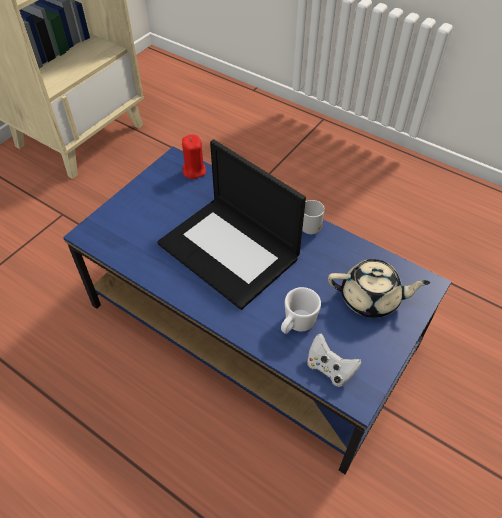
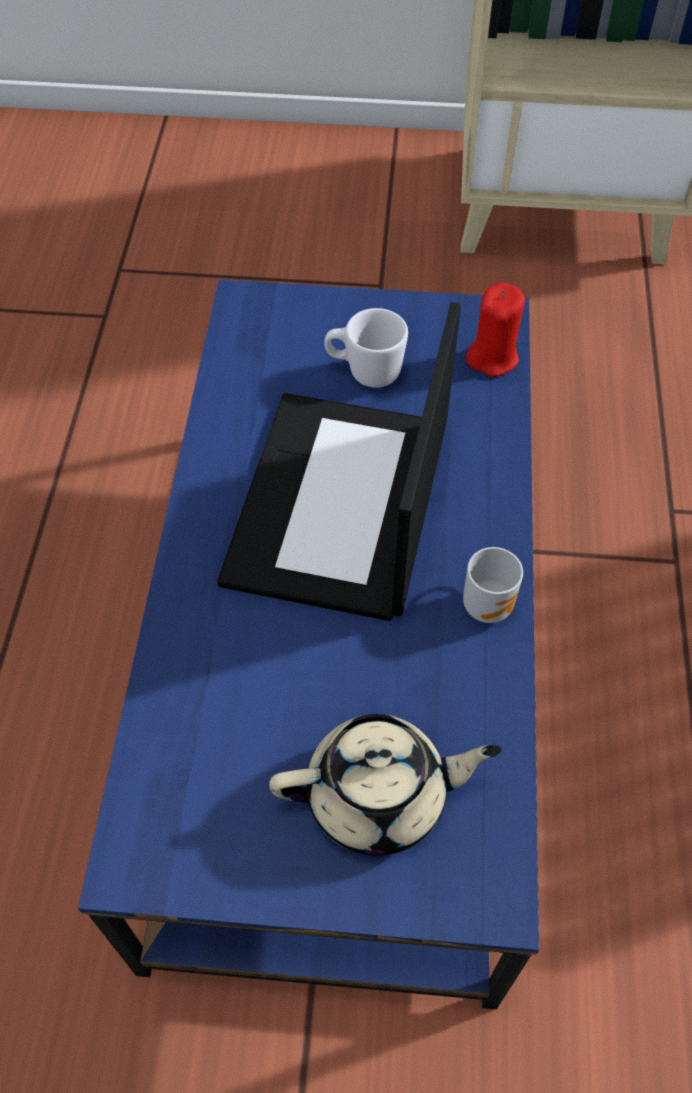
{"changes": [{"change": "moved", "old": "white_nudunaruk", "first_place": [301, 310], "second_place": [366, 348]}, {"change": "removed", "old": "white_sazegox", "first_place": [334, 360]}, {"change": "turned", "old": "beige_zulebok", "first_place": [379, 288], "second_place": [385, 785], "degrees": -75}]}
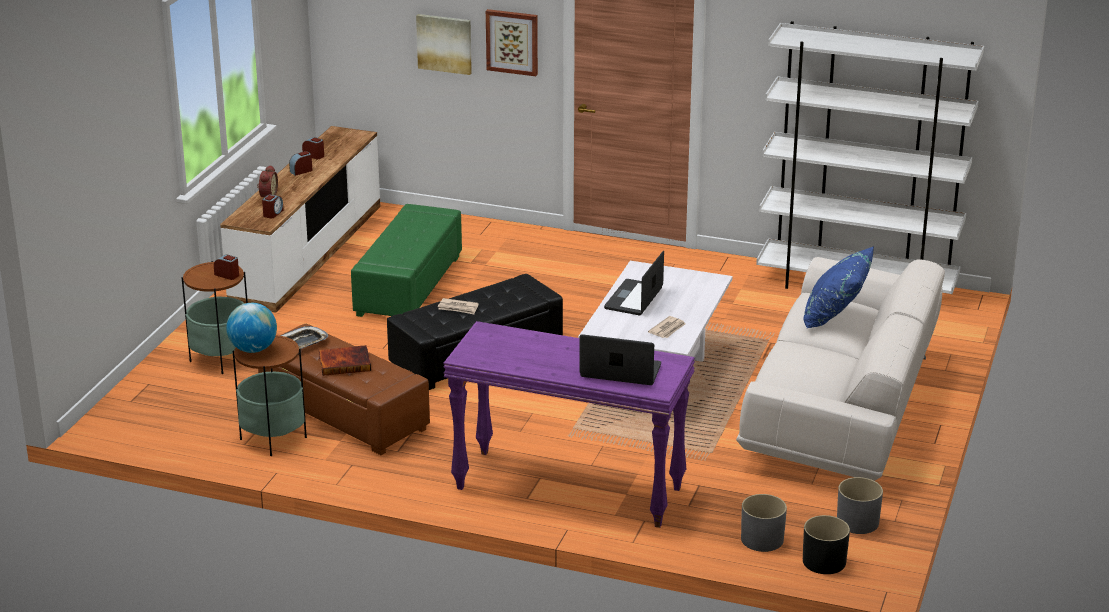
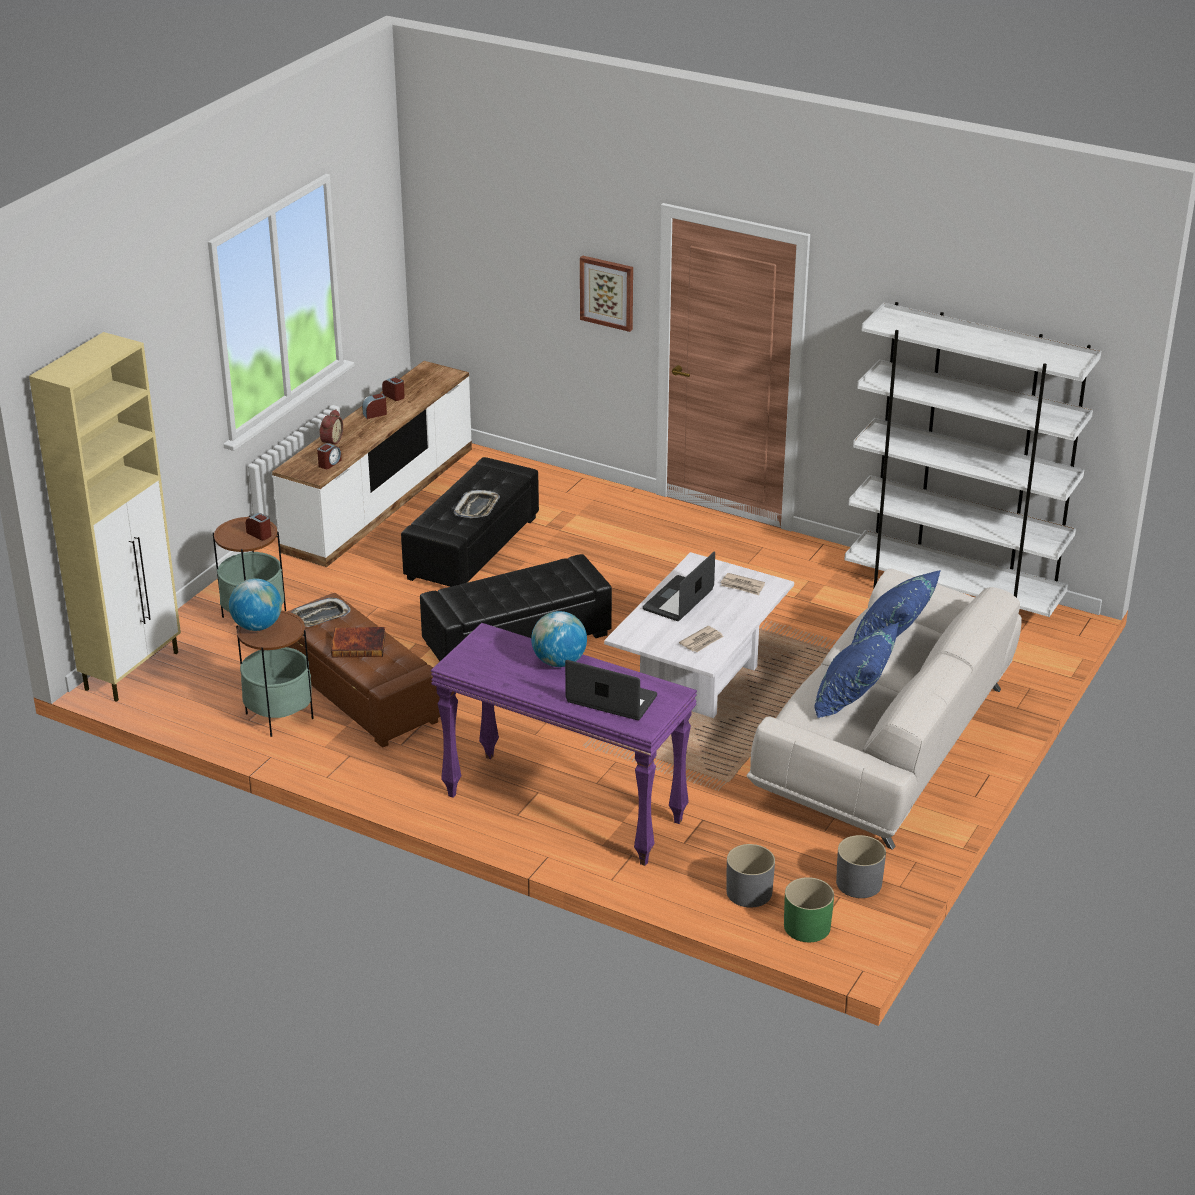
{"changes": [{"change": "recoloured", "old": "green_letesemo", "new": "black_letesemo", "first_place": [406, 260], "second_place": [470, 522]}, {"change": "removed", "old": "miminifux", "first_place": [444, 44]}, {"change": "moved", "old": "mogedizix", "first_place": [458, 306], "second_place": [742, 584]}, {"change": "recoloured", "old": "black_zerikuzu", "new": "green_zerikuzu", "first_place": [826, 544], "second_place": [809, 909]}, {"change": "added", "new": "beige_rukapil", "second_place": [105, 517]}, {"change": "added", "new": "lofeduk", "second_place": [477, 504]}, {"change": "added", "new": "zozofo", "second_place": [559, 639]}, {"change": "added", "new": "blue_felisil", "second_place": [856, 670]}]}
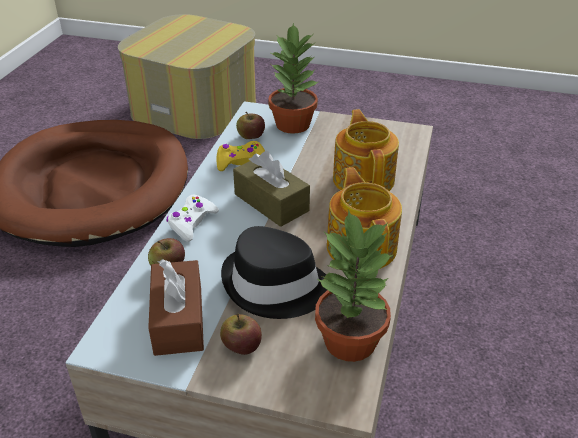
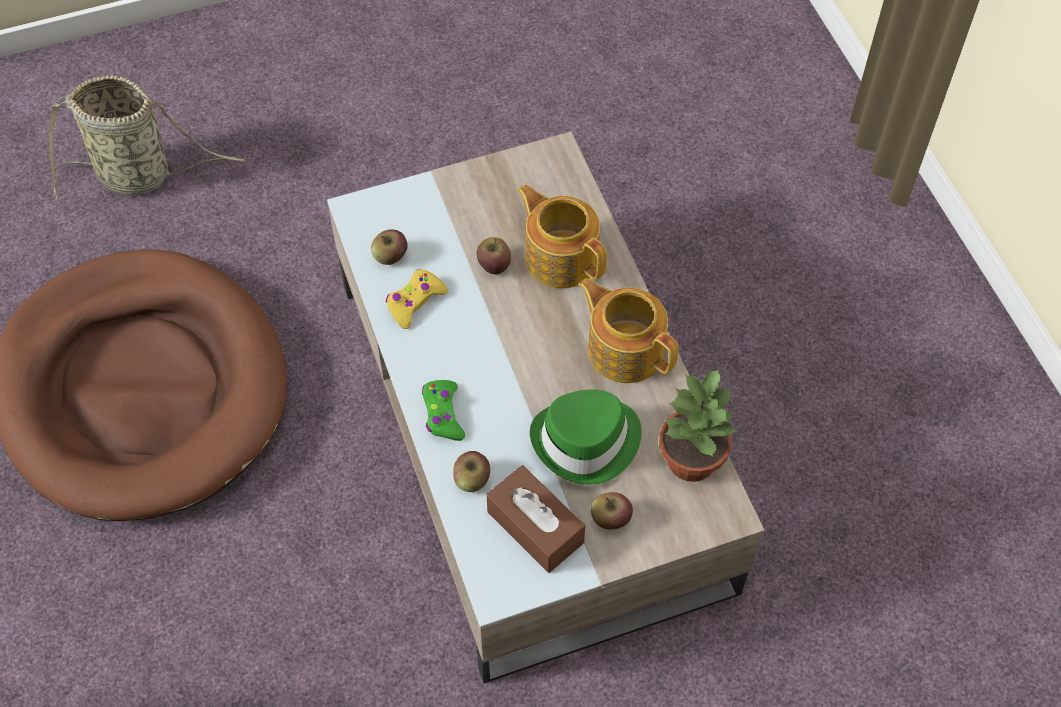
{"changes": [{"change": "replaced", "old": "letesemo", "new": "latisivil", "first_place": [187, 76], "second_place": [147, 137]}, {"change": "recoloured", "old": "white_sazegox", "new": "green_sazegox", "first_place": [192, 218], "second_place": [443, 410]}, {"change": "recoloured", "old": "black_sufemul", "new": "green_sufemul", "first_place": [274, 272], "second_place": [586, 437]}, {"change": "removed", "old": "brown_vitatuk", "first_place": [271, 189]}, {"change": "removed", "old": "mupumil", "first_place": [294, 78]}, {"change": "added", "new": "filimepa", "second_place": [494, 255]}]}
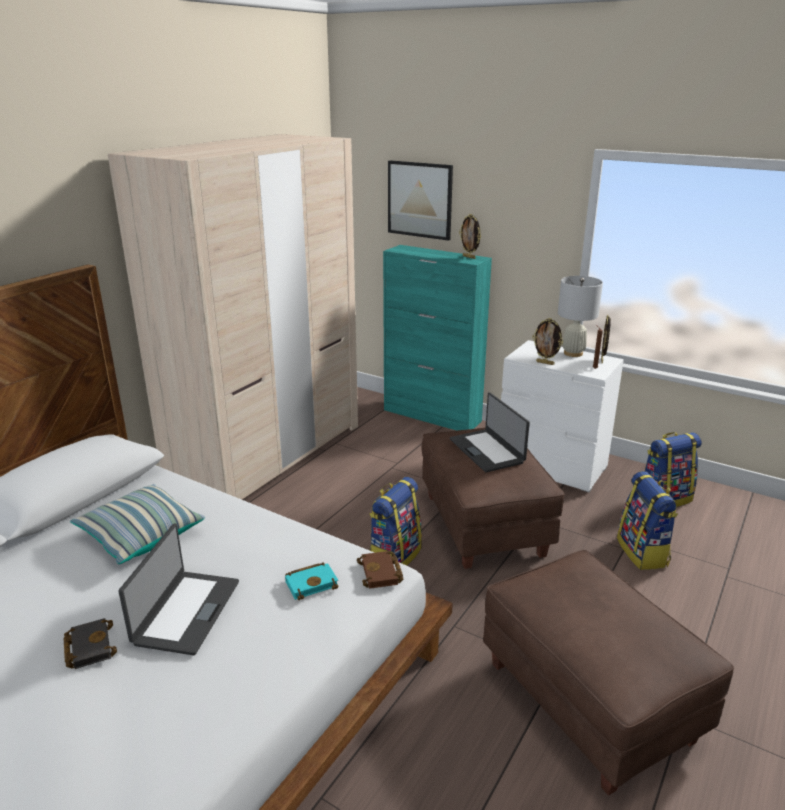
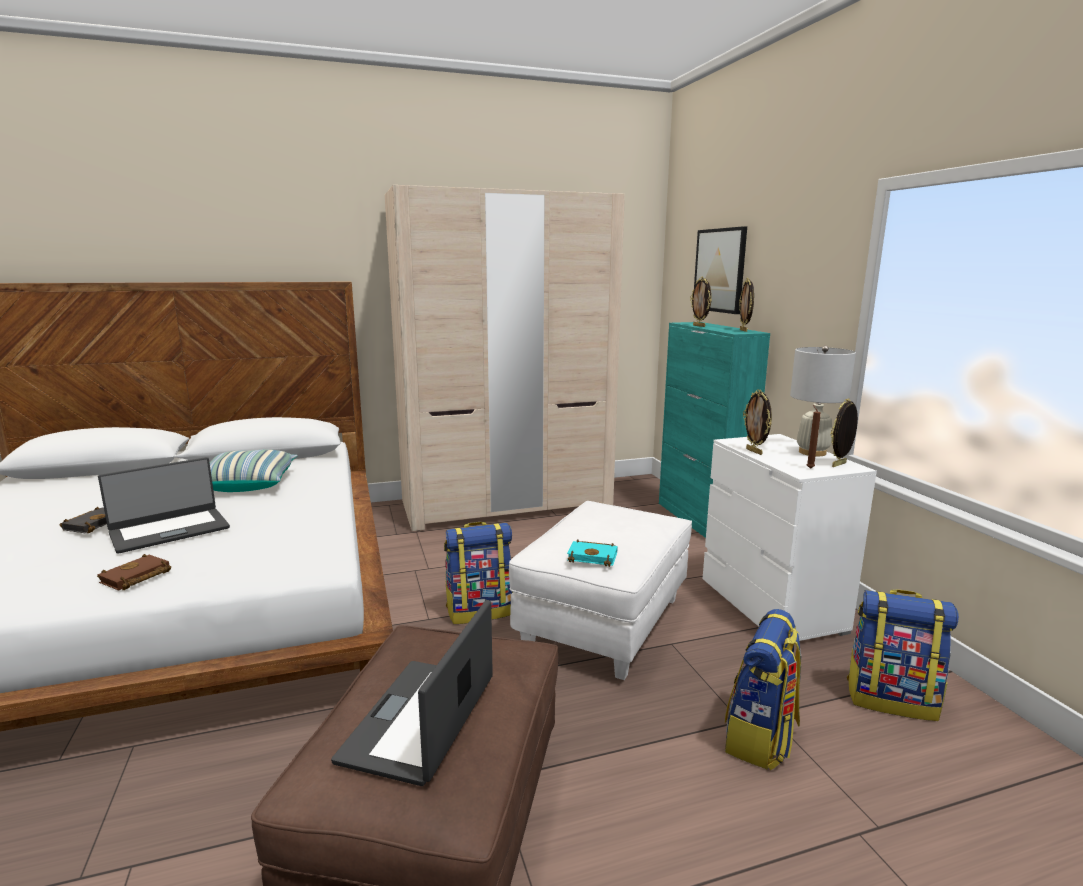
{"changes": [{"change": "moved", "old": "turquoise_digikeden", "first_place": [311, 581], "second_place": [592, 553]}, {"change": "moved", "old": "brown_digikeden", "first_place": [380, 570], "second_place": [134, 572]}, {"change": "recoloured", "old": "brown_letesemo", "new": "white_letesemo", "first_place": [493, 498], "second_place": [600, 590]}, {"change": "moved", "old": "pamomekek", "first_place": [490, 432], "second_place": [412, 693]}, {"change": "added", "new": "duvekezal", "second_place": [701, 302]}]}
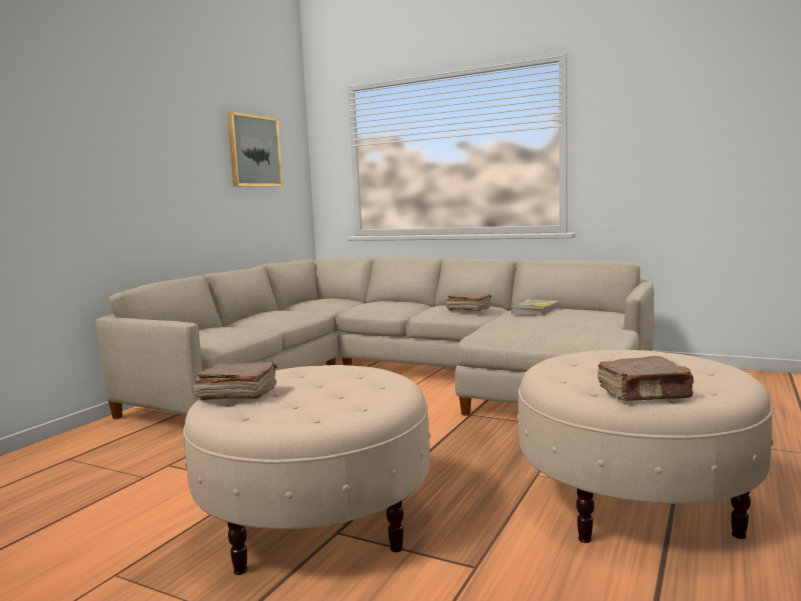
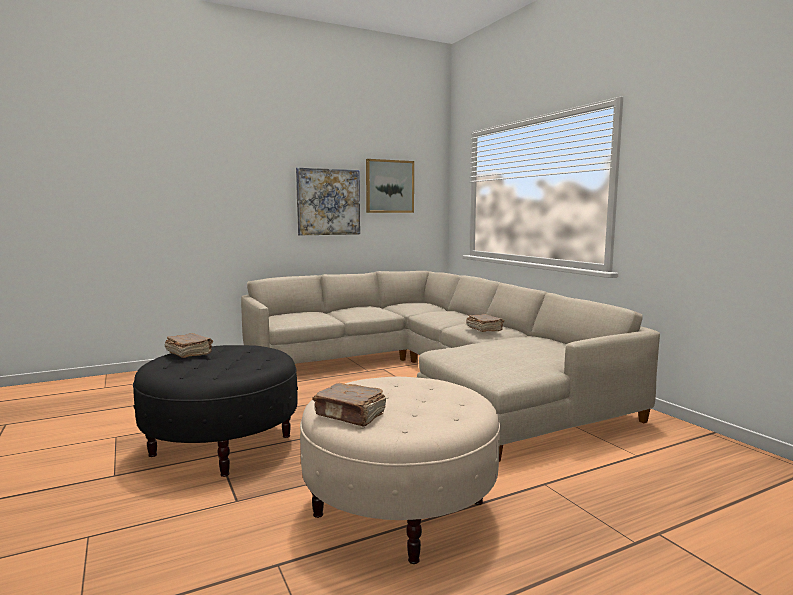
{"changes": [{"change": "recoloured", "old": "beige_letesemo", "new": "black_letesemo", "first_place": [307, 470], "second_place": [215, 411]}, {"change": "removed", "old": "digikeden", "first_place": [535, 307]}, {"change": "added", "new": "miminifux", "second_place": [328, 201]}]}
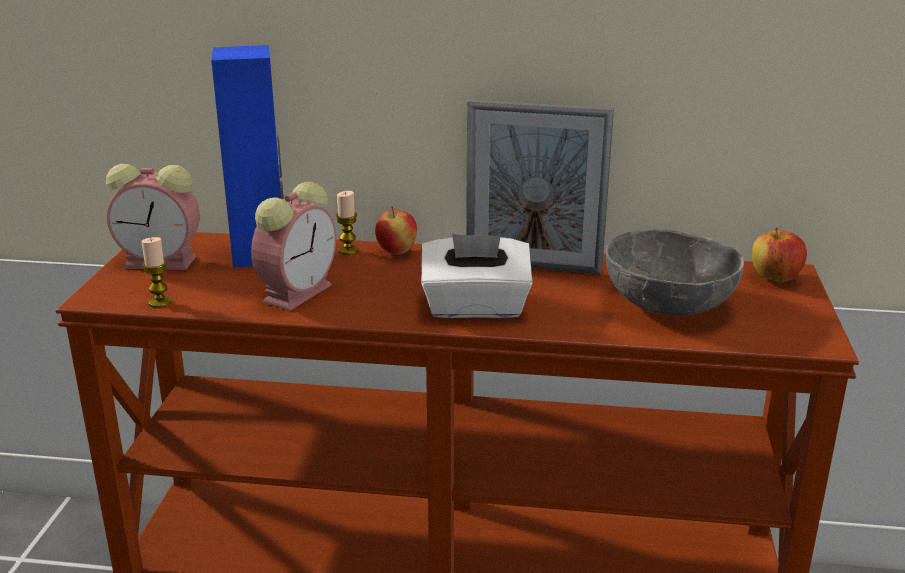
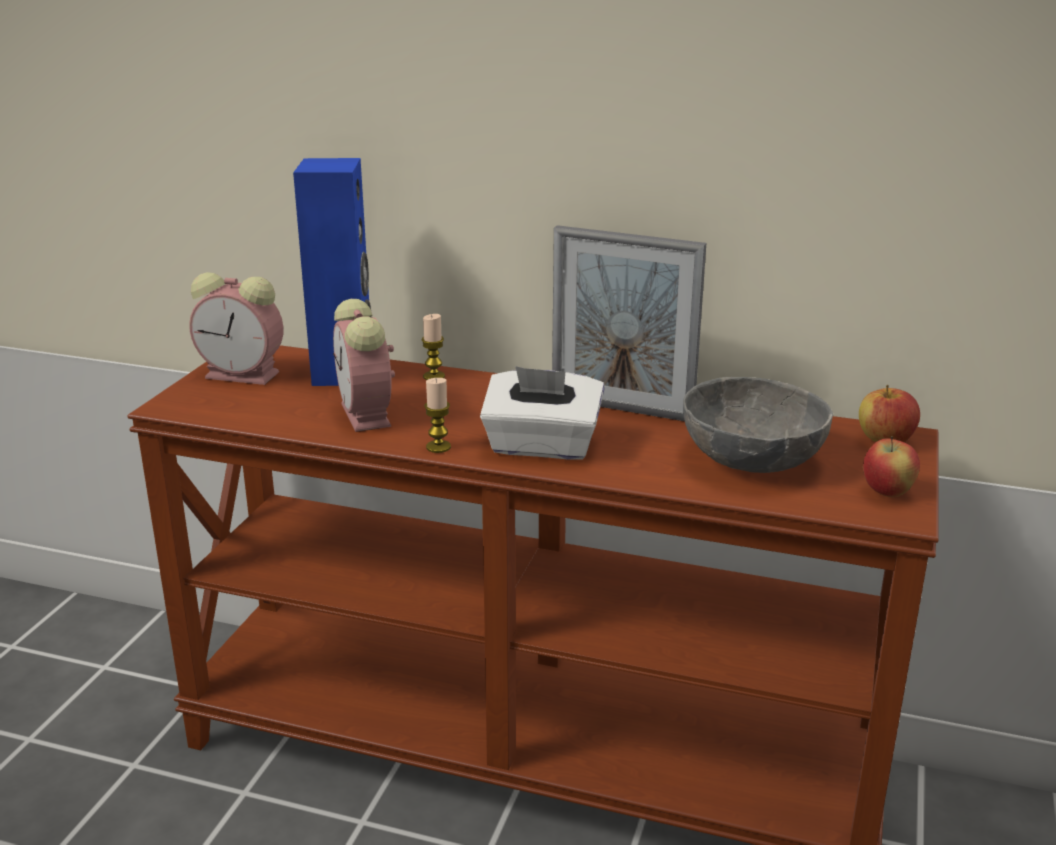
{"changes": [{"change": "moved", "old": "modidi", "first_place": [156, 272], "second_place": [437, 415]}, {"change": "turned", "old": "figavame", "first_place": [293, 246], "second_place": [364, 365], "degrees": 120}, {"change": "moved", "old": "filimepa", "first_place": [396, 230], "second_place": [891, 466]}]}
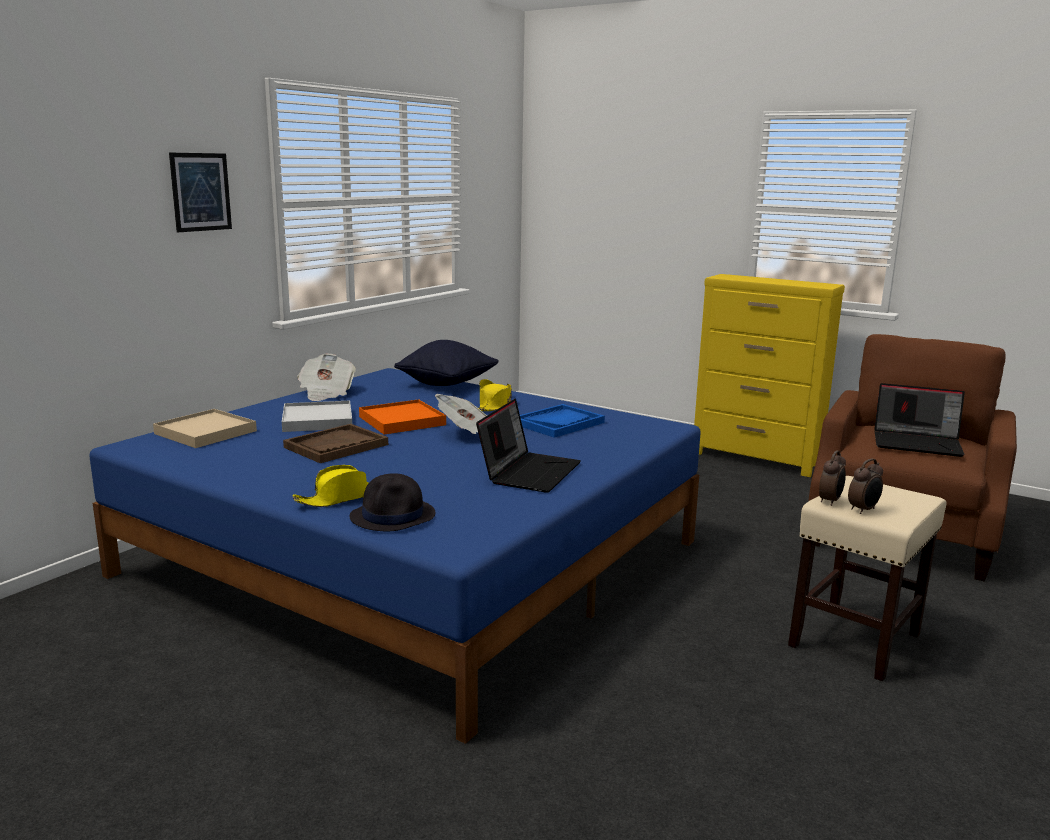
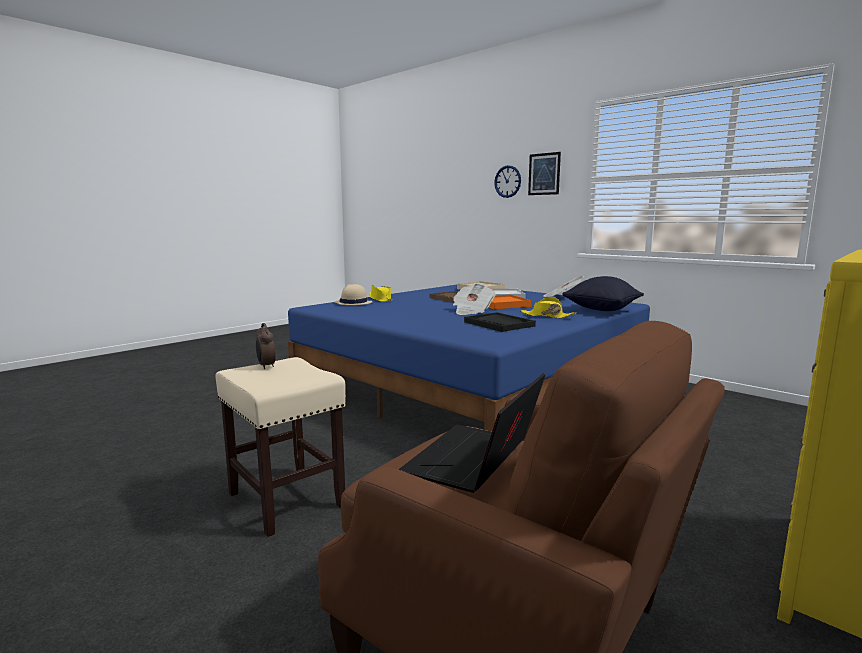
{"changes": [{"change": "recoloured", "old": "black_sufemul", "new": "beige_sufemul", "first_place": [392, 502], "second_place": [354, 294]}, {"change": "removed", "old": "pamomekek", "first_place": [528, 446]}, {"change": "recoloured", "old": "blue_lofeduk", "new": "black_lofeduk", "first_place": [562, 421], "second_place": [500, 322]}, {"change": "removed", "old": "figavame", "first_place": [832, 478]}, {"change": "added", "new": "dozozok", "second_place": [507, 181]}]}
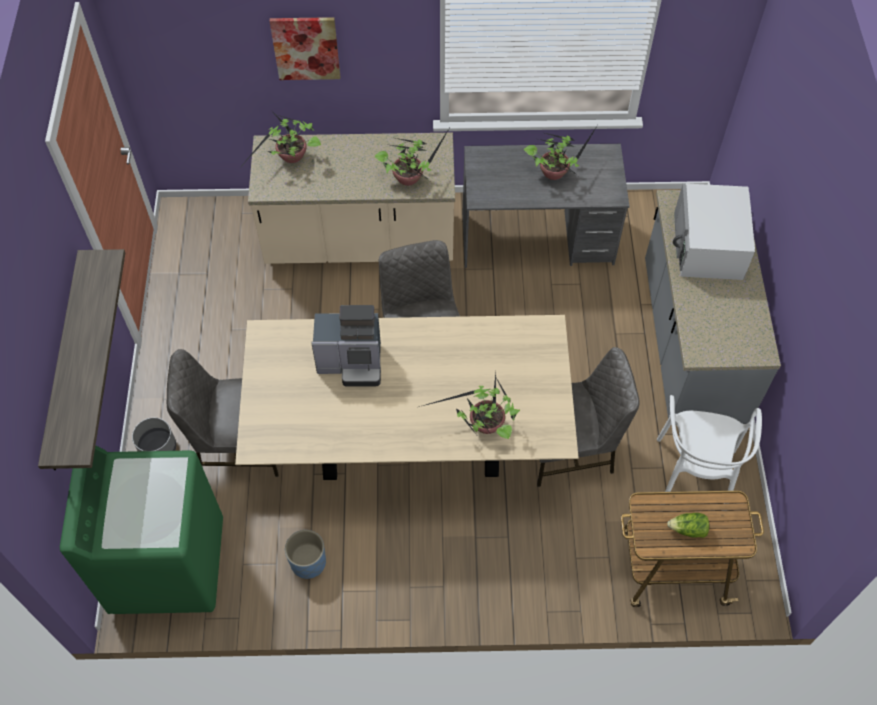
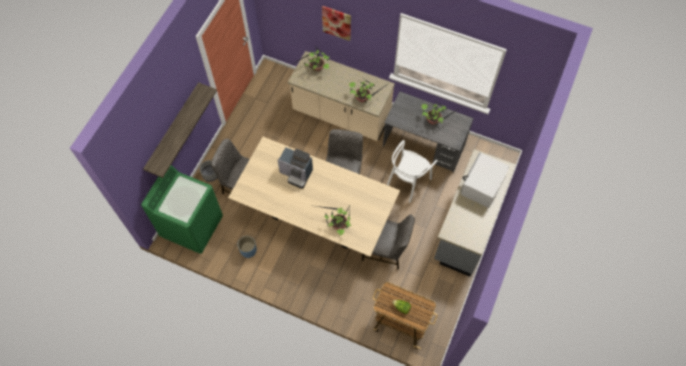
{"changes": [{"change": "moved", "old": "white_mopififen", "first_place": [709, 450], "second_place": [412, 171]}]}
